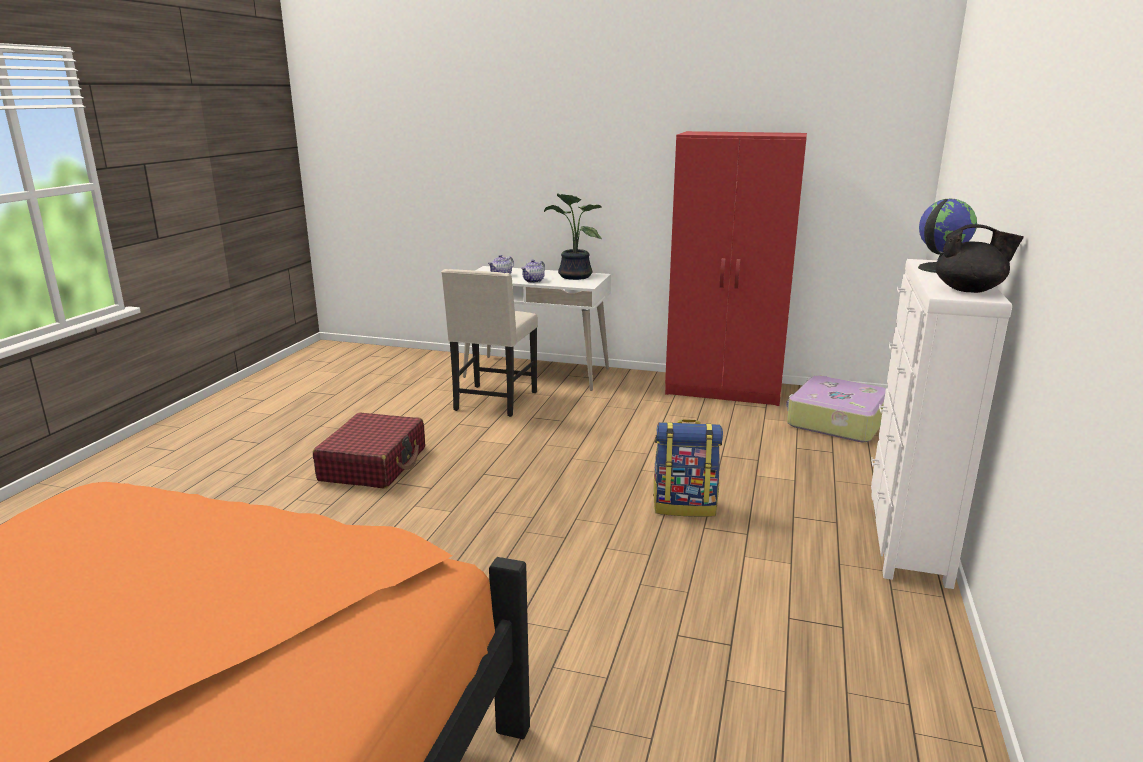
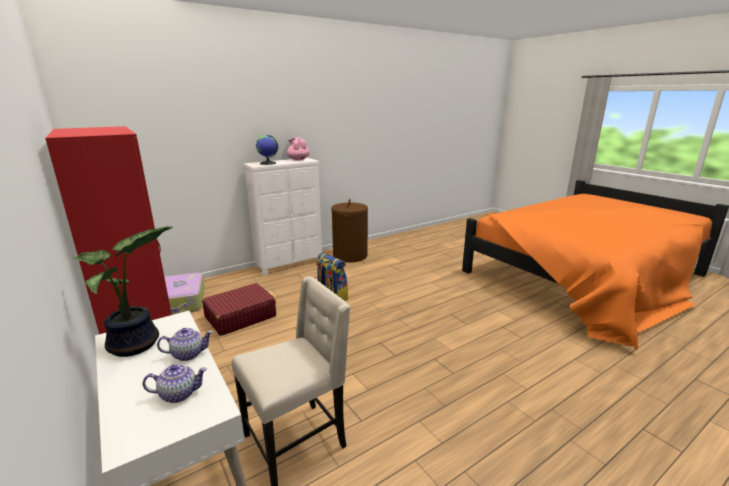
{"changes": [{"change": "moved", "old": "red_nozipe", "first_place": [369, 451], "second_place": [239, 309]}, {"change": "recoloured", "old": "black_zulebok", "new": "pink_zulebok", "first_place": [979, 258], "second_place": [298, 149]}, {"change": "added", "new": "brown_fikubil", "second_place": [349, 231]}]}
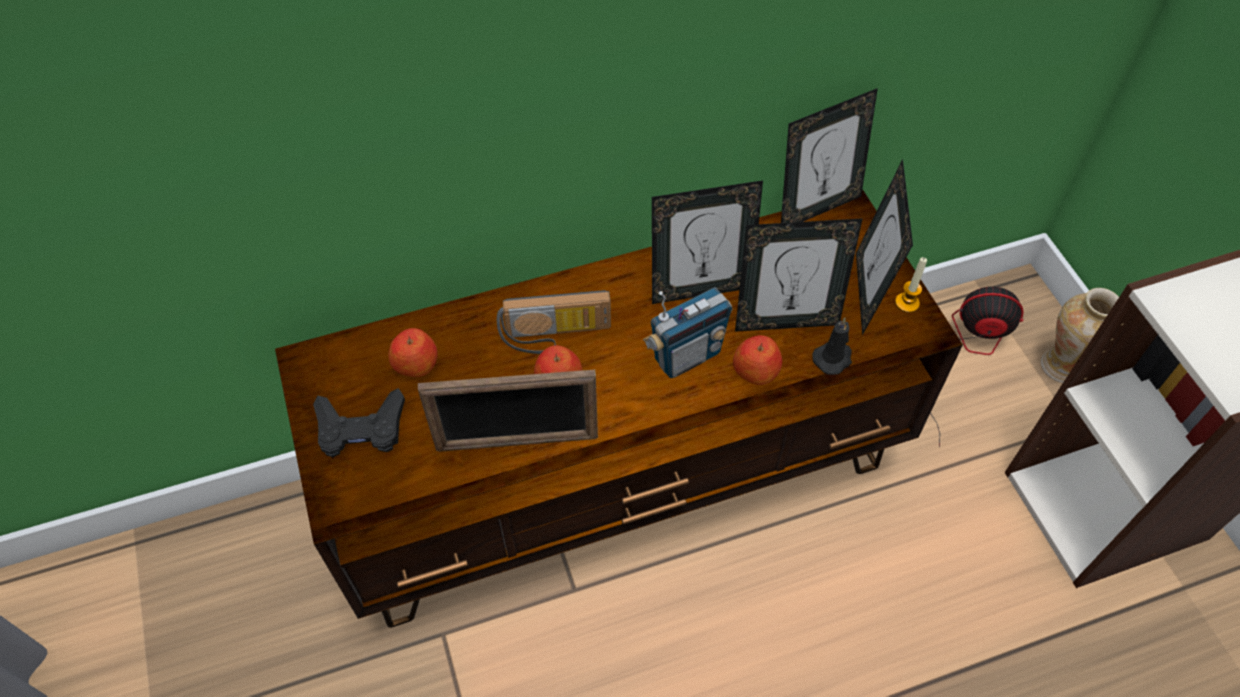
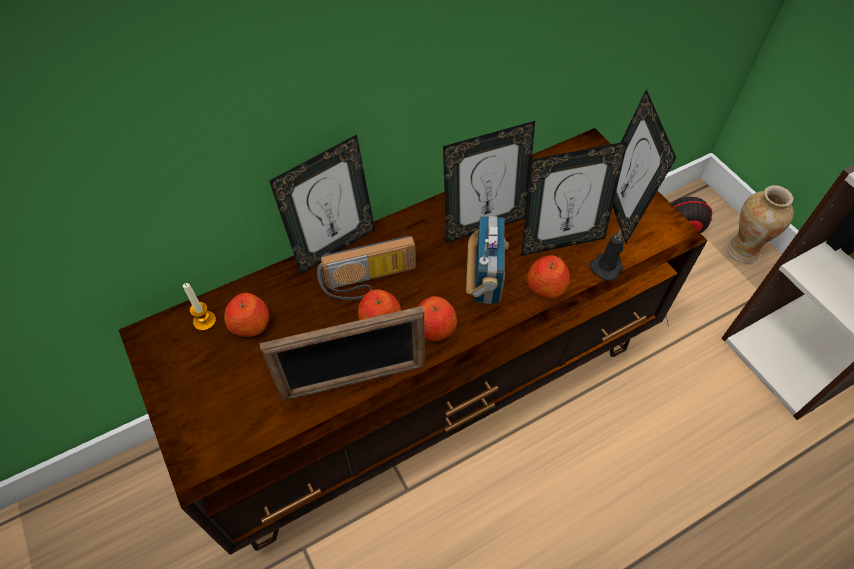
{"changes": [{"change": "removed", "old": "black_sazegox", "first_place": [359, 422]}, {"change": "turned", "old": "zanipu", "first_place": [687, 332], "second_place": [487, 260], "degrees": -45}, {"change": "moved", "old": "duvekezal", "first_place": [829, 155], "second_place": [322, 204]}, {"change": "moved", "old": "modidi", "first_place": [911, 285], "second_place": [199, 307]}, {"change": "added", "new": "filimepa", "second_place": [437, 318]}]}
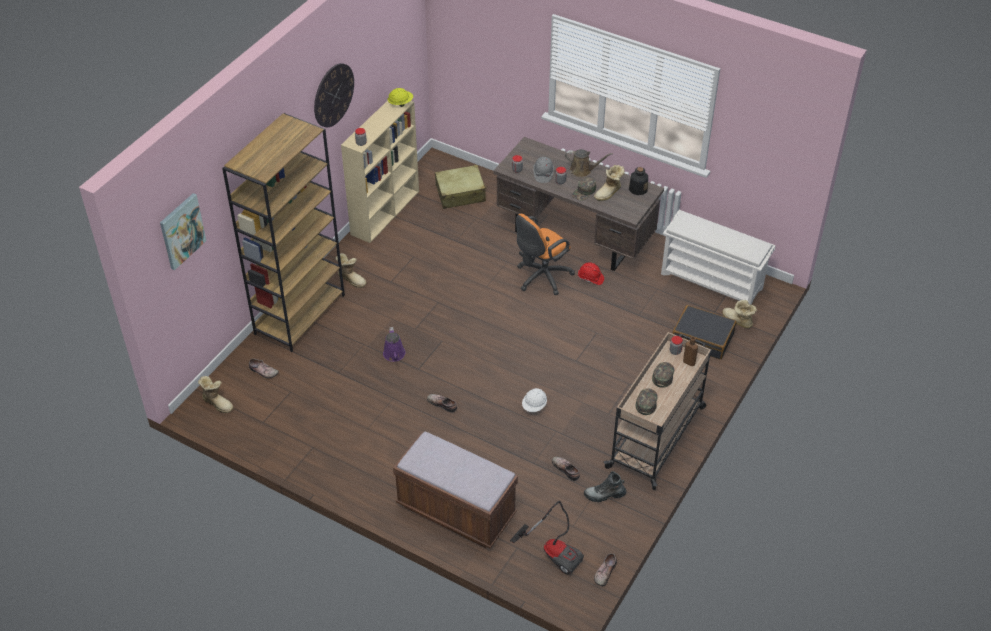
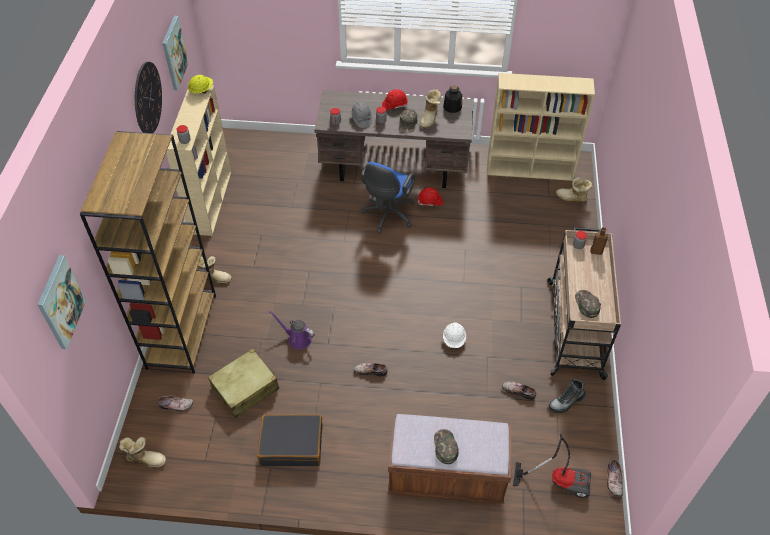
{"changes": [{"change": "turned", "old": "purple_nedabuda", "first_place": [394, 344], "second_place": [292, 329], "degrees": 150}, {"change": "moved", "old": "beige_nozipe", "first_place": [461, 187], "second_place": [243, 383]}, {"change": "recoloured", "old": "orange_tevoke", "new": "blue_tevoke", "first_place": [545, 254], "second_place": [388, 197]}, {"change": "replaced", "old": "brown_nedabuda", "new": "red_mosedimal", "first_place": [589, 163], "second_place": [395, 99]}, {"change": "moved", "old": "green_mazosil", "first_place": [663, 375], "second_place": [446, 446]}, {"change": "replaced", "old": "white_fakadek", "new": "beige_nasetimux", "first_place": [718, 257], "second_place": [541, 127]}, {"change": "moved", "old": "black_nozipe", "first_place": [704, 332], "second_place": [290, 440]}, {"change": "added", "new": "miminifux", "second_place": [175, 53]}]}
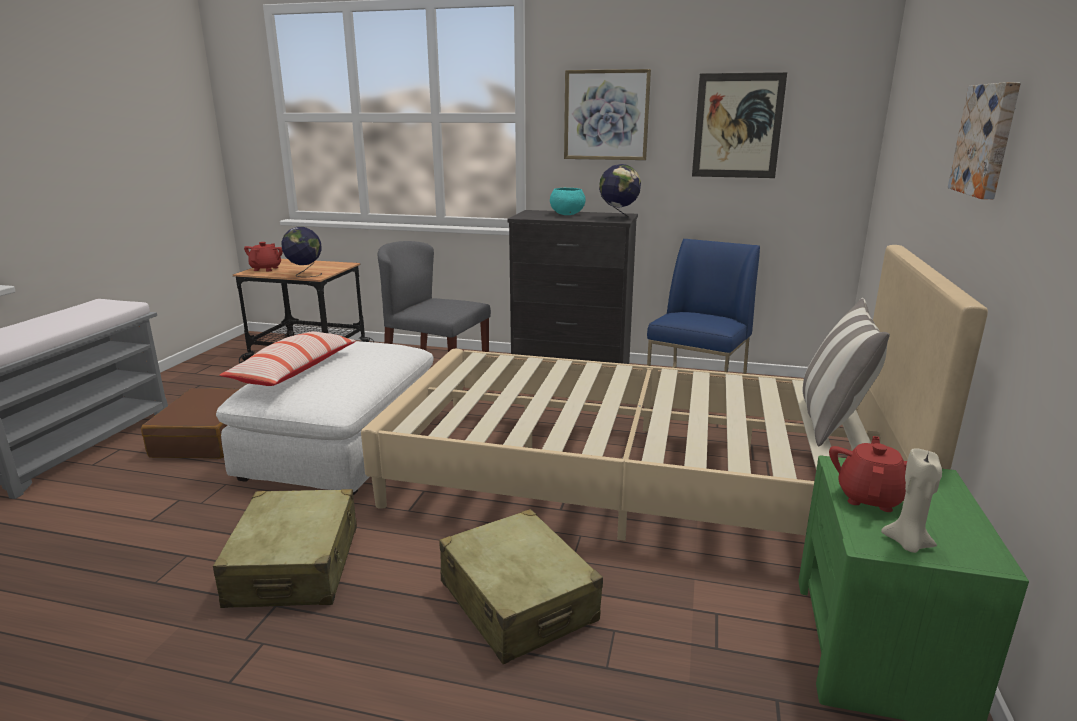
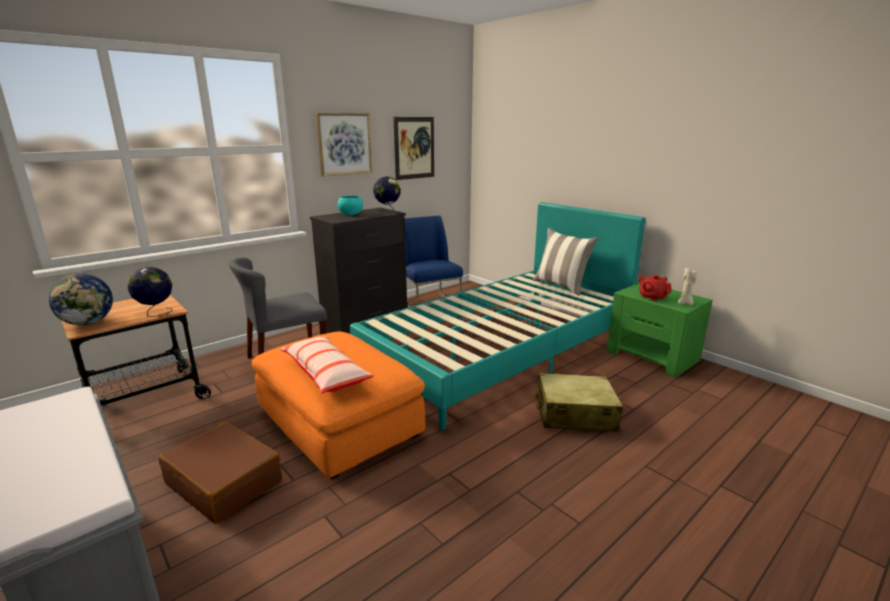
{"changes": [{"change": "removed", "old": "beige_nozipe", "first_place": [285, 548]}, {"change": "recoloured", "old": "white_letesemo", "new": "orange_letesemo", "first_place": [325, 418], "second_place": [339, 405]}, {"change": "replaced", "old": "red_zulebok", "new": "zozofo", "first_place": [263, 256], "second_place": [81, 299]}, {"change": "recoloured", "old": "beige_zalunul", "new": "turquoise_zalunul", "first_place": [674, 393], "second_place": [498, 316]}, {"change": "removed", "old": "miminifux", "first_place": [984, 140]}]}
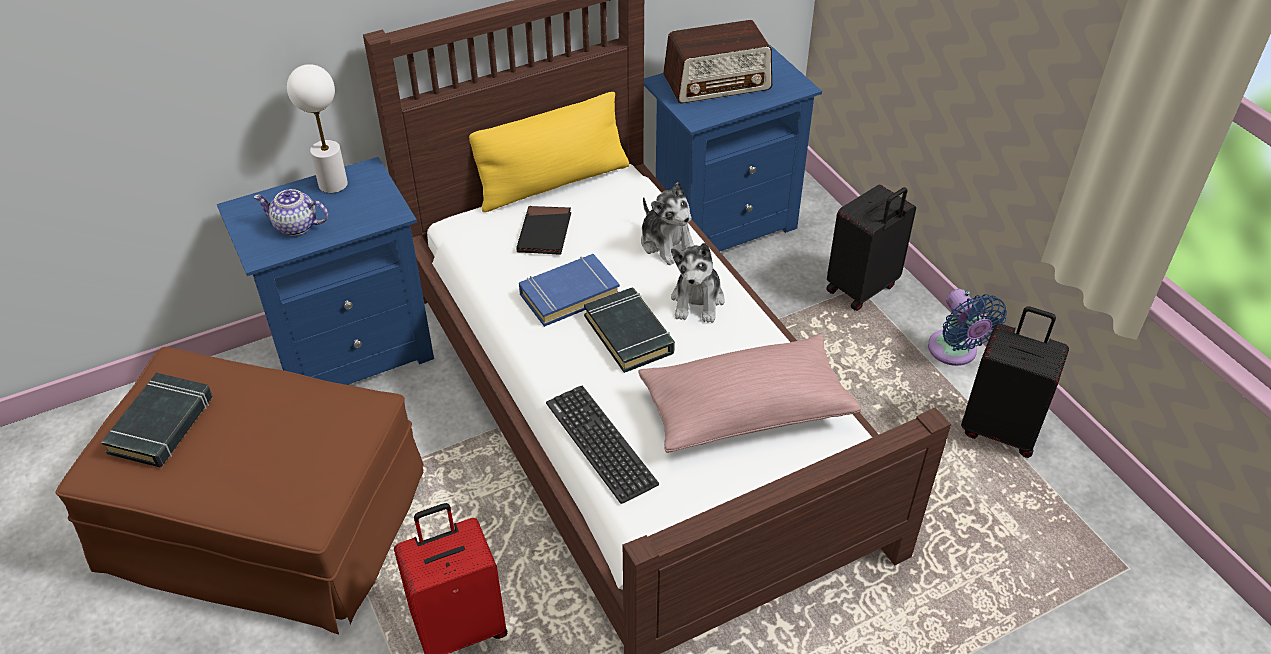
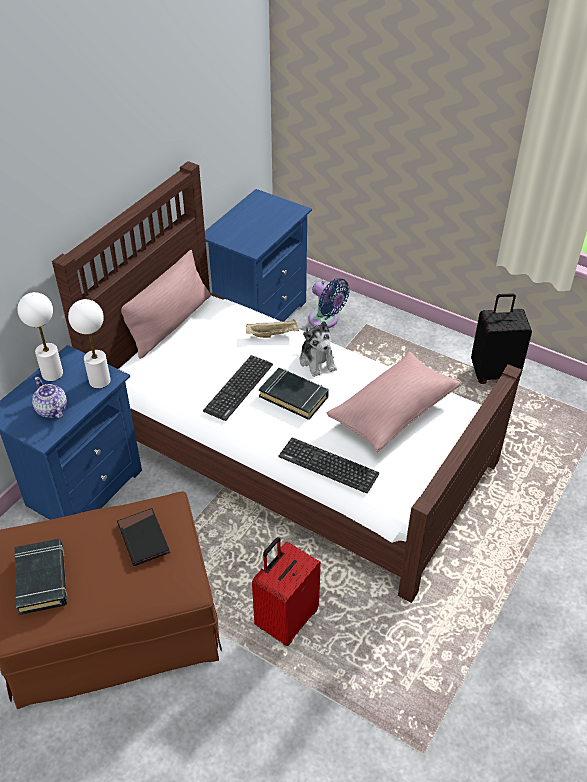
{"changes": [{"change": "turned", "old": "zulebok", "first_place": [290, 212], "second_place": [49, 398], "degrees": 75}, {"change": "recoloured", "old": "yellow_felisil", "new": "pink_felisil", "first_place": [549, 152], "second_place": [166, 304]}, {"change": "moved", "old": "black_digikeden", "first_place": [543, 230], "second_place": [143, 537]}, {"change": "replaced", "old": "blue_digikeden", "new": "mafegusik", "first_place": [569, 290], "second_place": [238, 388]}, {"change": "replaced", "old": "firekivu", "new": "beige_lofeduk", "first_place": [667, 223], "second_place": [272, 328]}, {"change": "removed", "old": "zanipu", "first_place": [717, 62]}, {"change": "removed", "old": "black_nozipe", "first_place": [871, 247]}, {"change": "moved", "old": "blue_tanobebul", "first_place": [967, 327], "second_place": [329, 303]}, {"change": "added", "new": "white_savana", "second_place": [89, 343]}]}
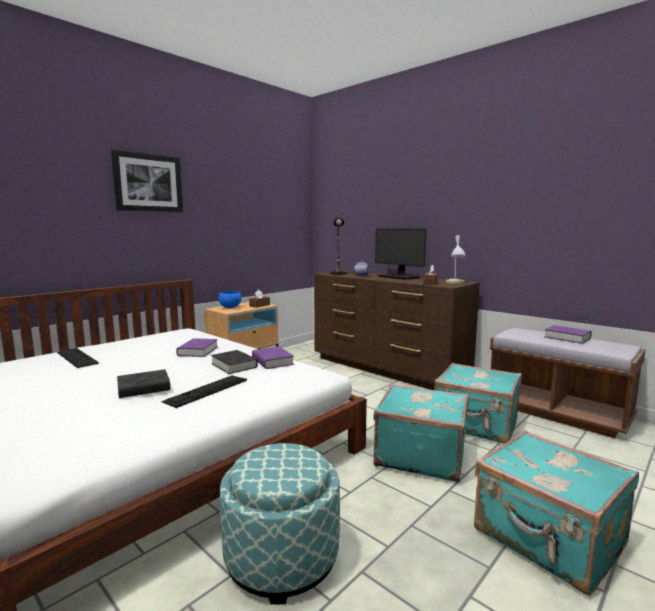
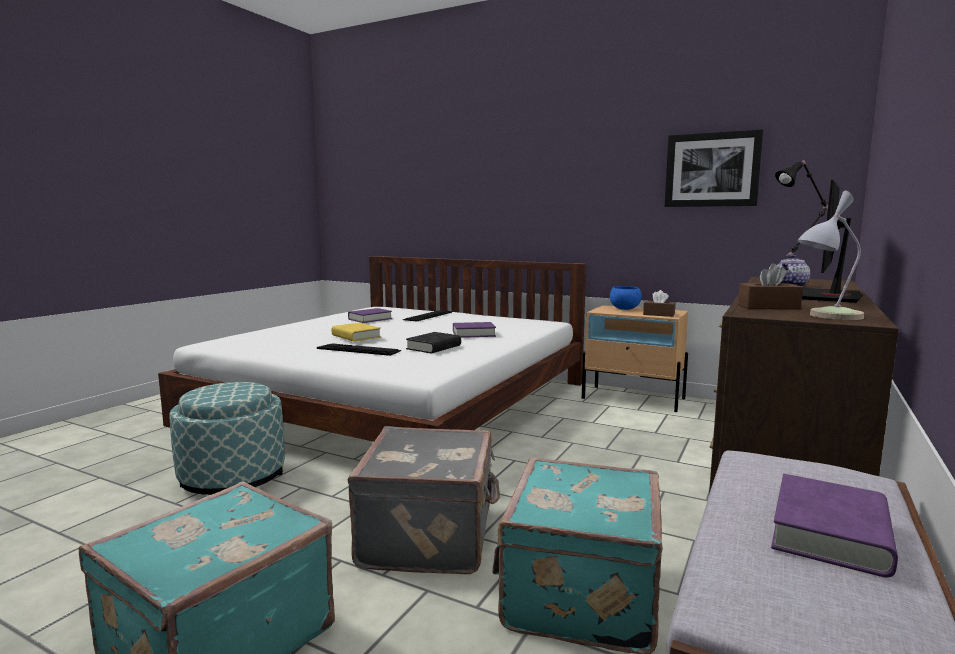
{"changes": [{"change": "moved", "old": "miminifux", "first_place": [147, 181], "second_place": [714, 168]}, {"change": "recoloured", "old": "black_digikeden", "new": "yellow_digikeden", "first_place": [144, 383], "second_place": [356, 332]}, {"change": "moved", "old": "purple_digikeden", "first_place": [273, 357], "second_place": [370, 315]}, {"change": "recoloured", "old": "turquoise_nozipe", "new": "grey_nozipe", "first_place": [421, 433], "second_place": [423, 500]}]}
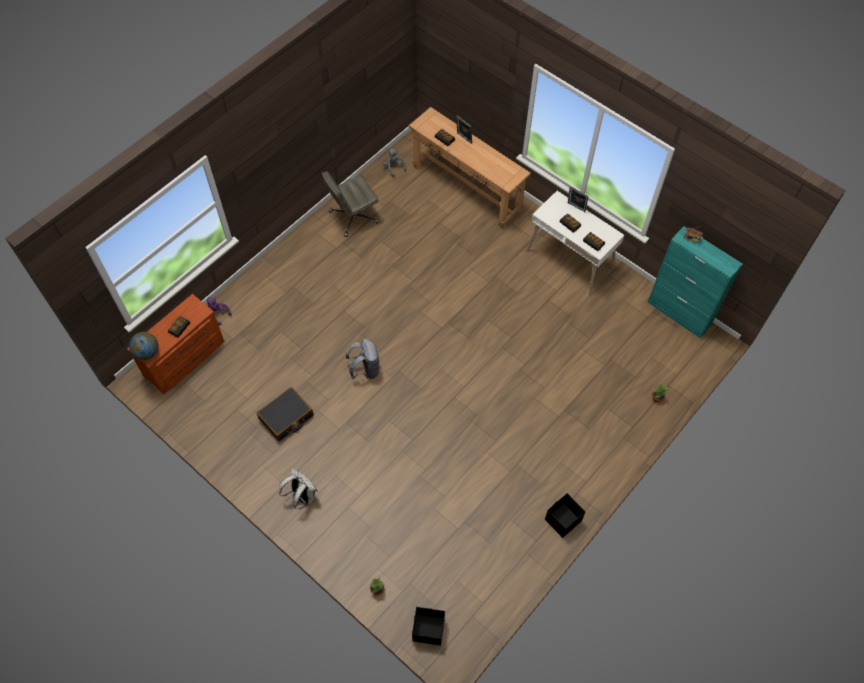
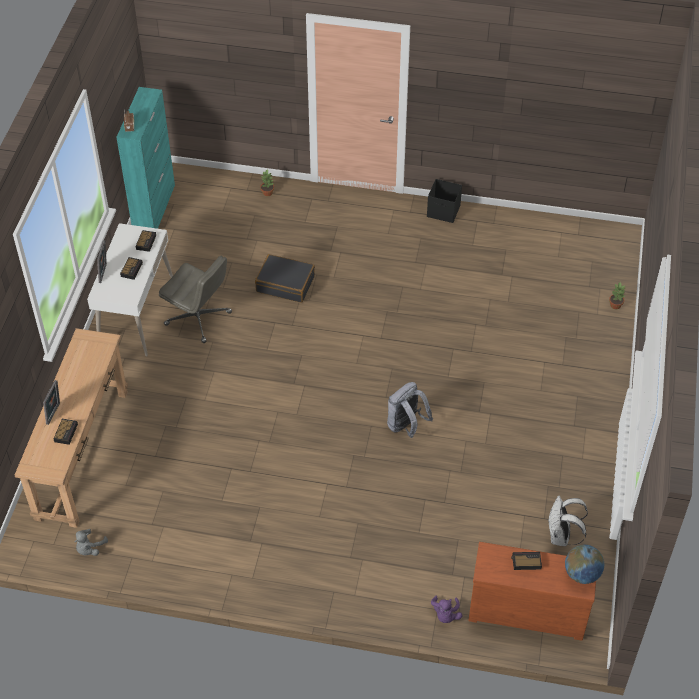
{"changes": [{"change": "moved", "old": "black_nozipe", "first_place": [285, 414], "second_place": [285, 278]}, {"change": "moved", "old": "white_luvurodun", "first_place": [298, 488], "second_place": [568, 521]}, {"change": "moved", "old": "grey_tevoke", "first_place": [350, 204], "second_place": [195, 299]}, {"change": "removed", "old": "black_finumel", "first_place": [428, 626]}]}
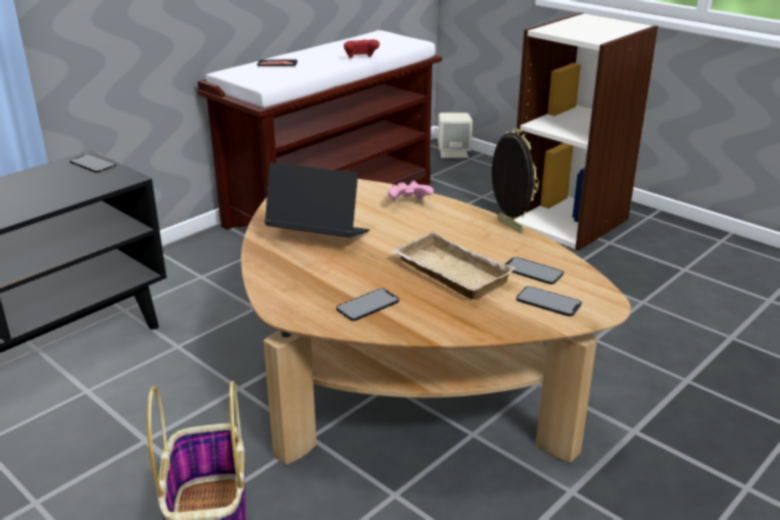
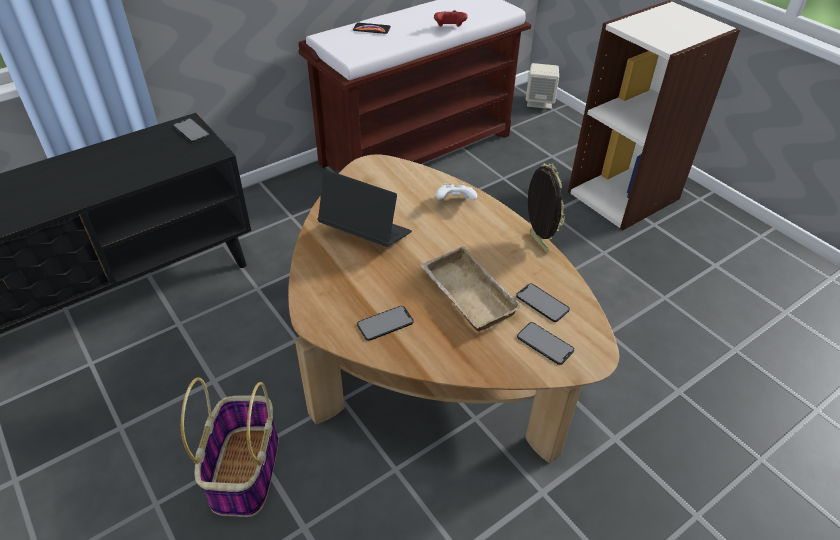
{"changes": [{"change": "recoloured", "old": "pink_sazegox", "new": "white_sazegox", "first_place": [410, 191], "second_place": [456, 191]}]}
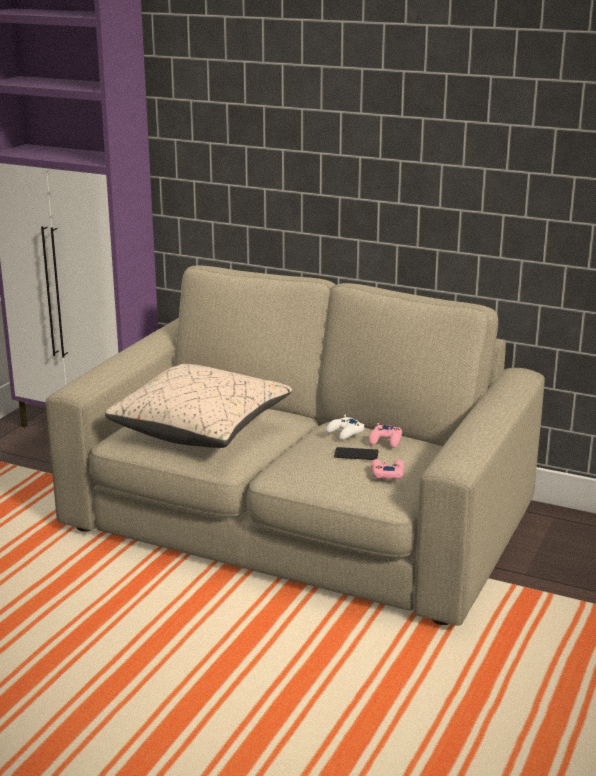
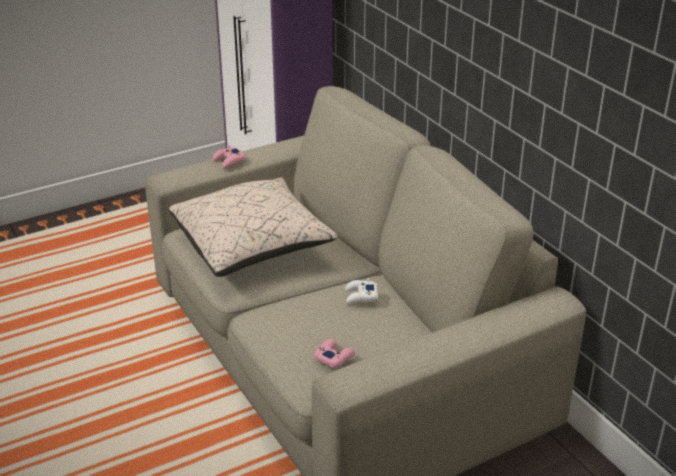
{"changes": [{"change": "removed", "old": "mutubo", "first_place": [356, 453]}, {"change": "moved", "old": "pink_sazegox", "first_place": [385, 435], "second_place": [229, 156]}]}
